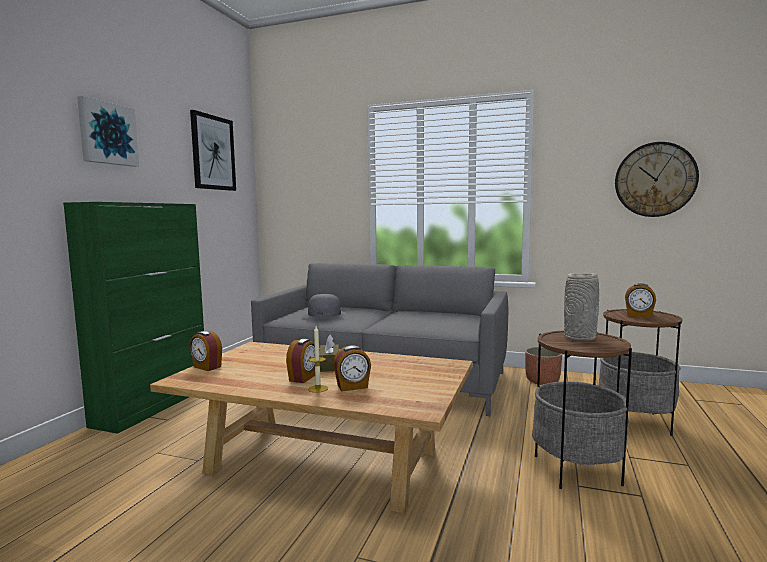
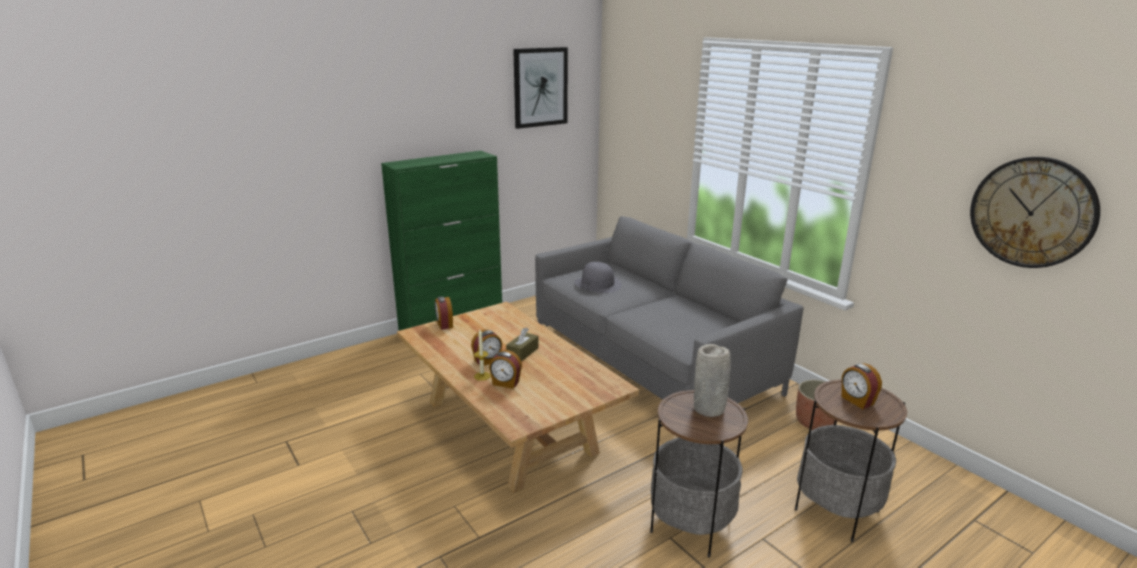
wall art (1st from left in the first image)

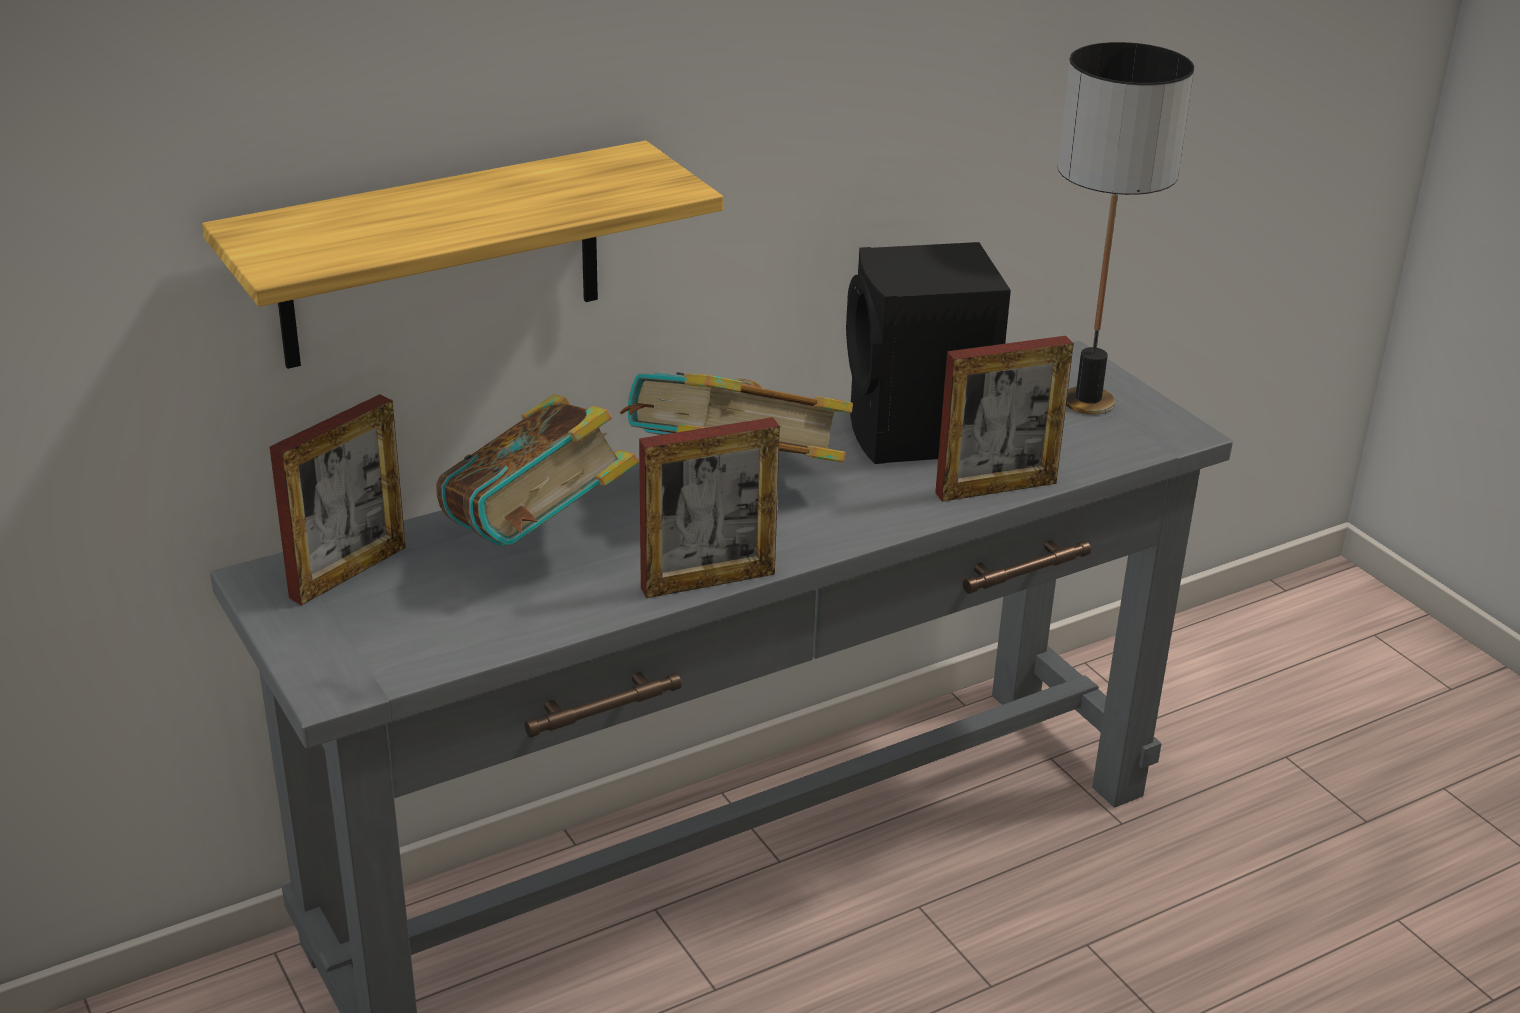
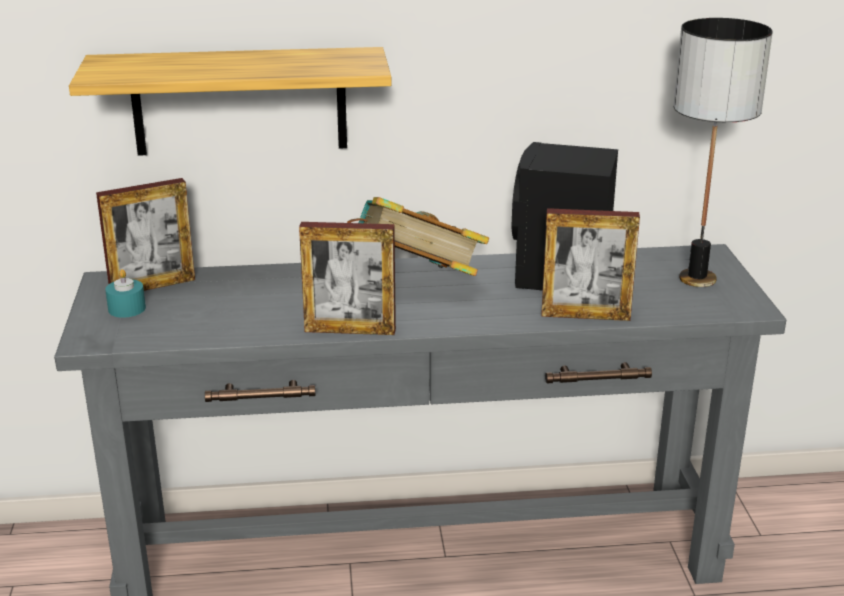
book (1st from left in the first image); turquoise-coloured candle

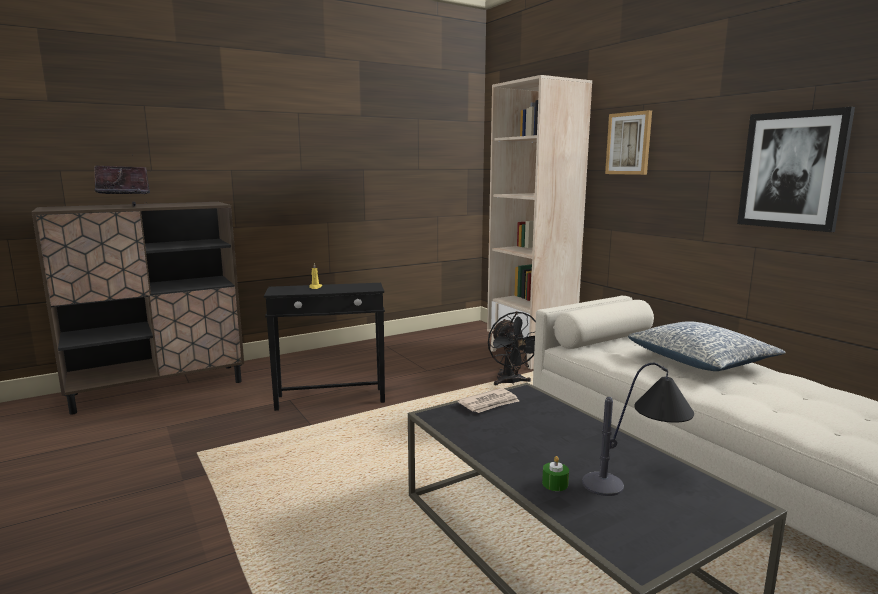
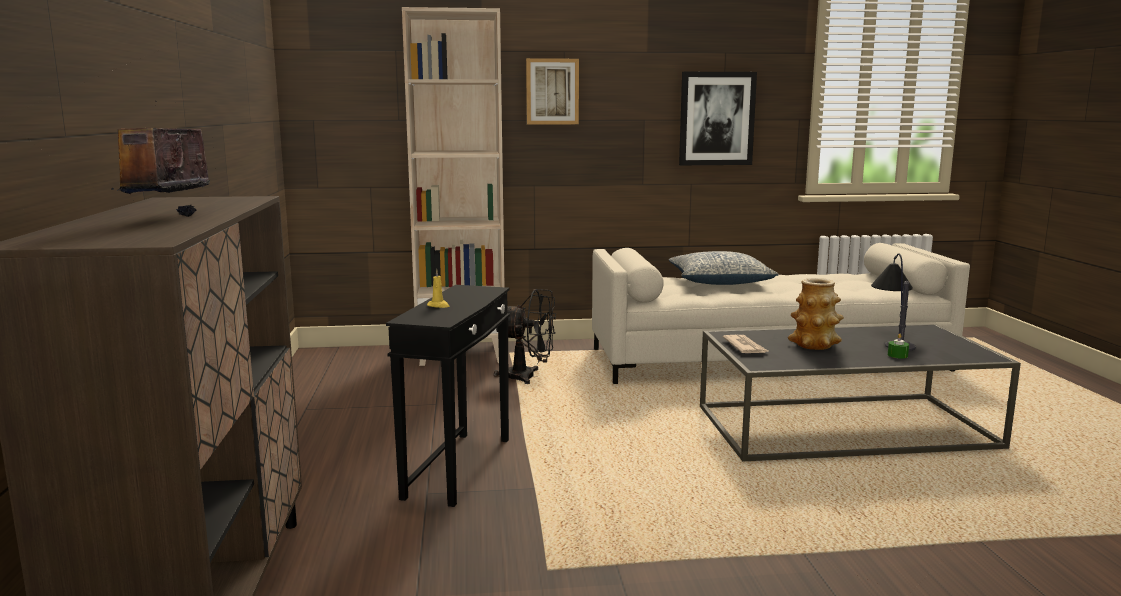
decorative vase

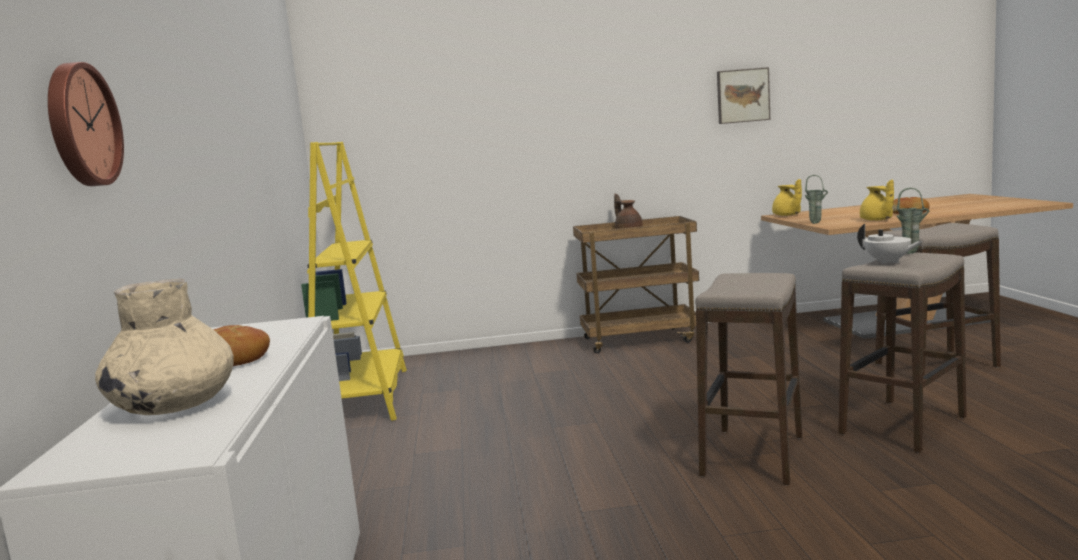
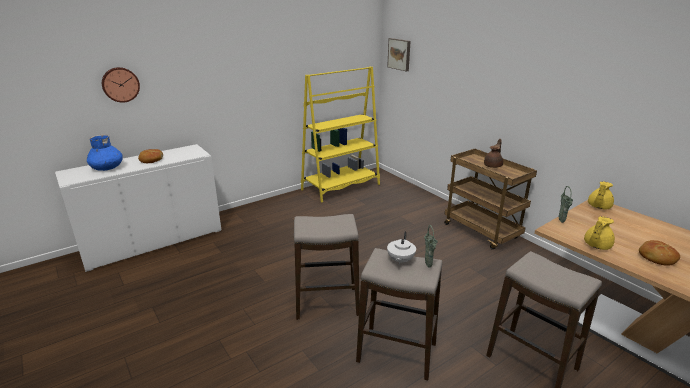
blue decorative vase; wall art

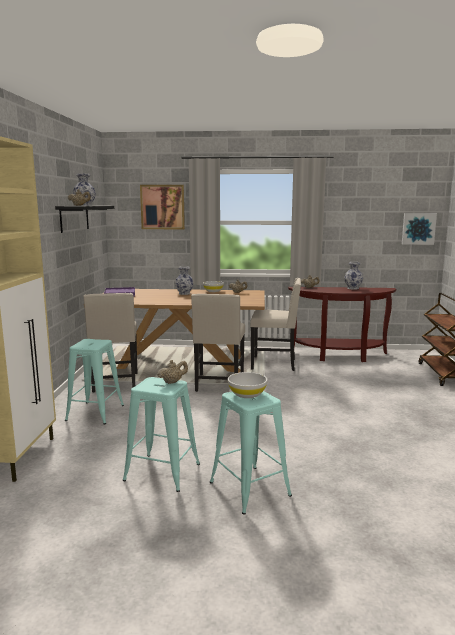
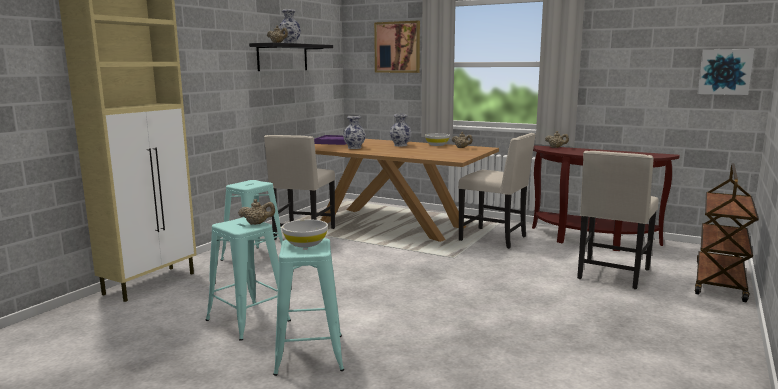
sand-coloured plain chair (3rd from left); decorative vase (2nd from left)

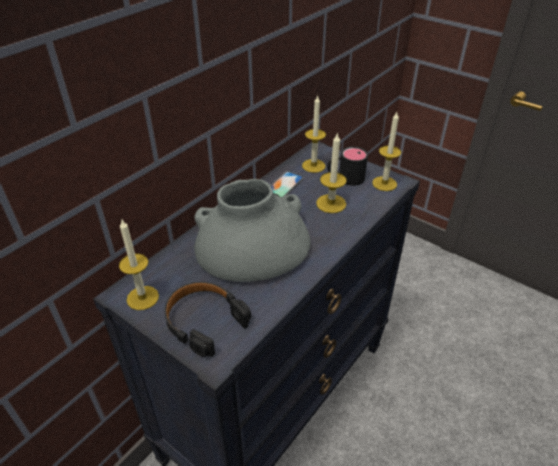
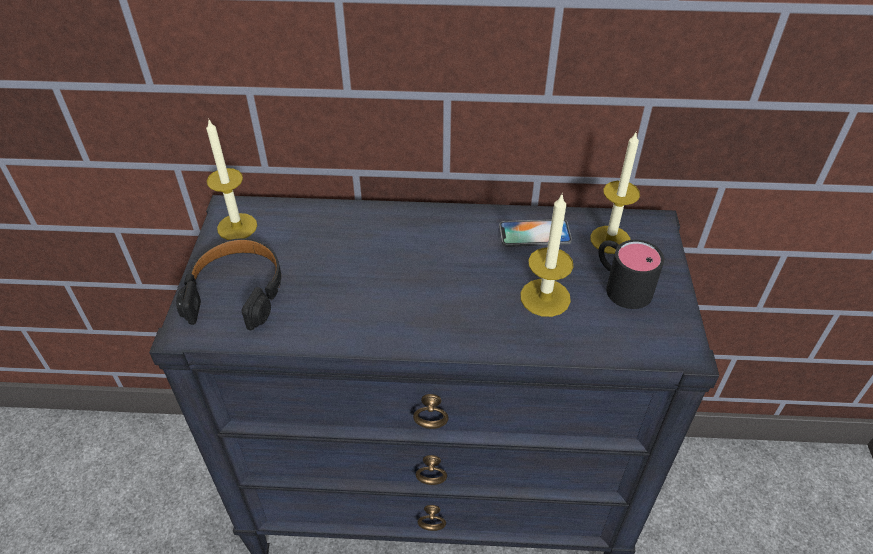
greyish decorative vase; candle (4th from left in the first image)

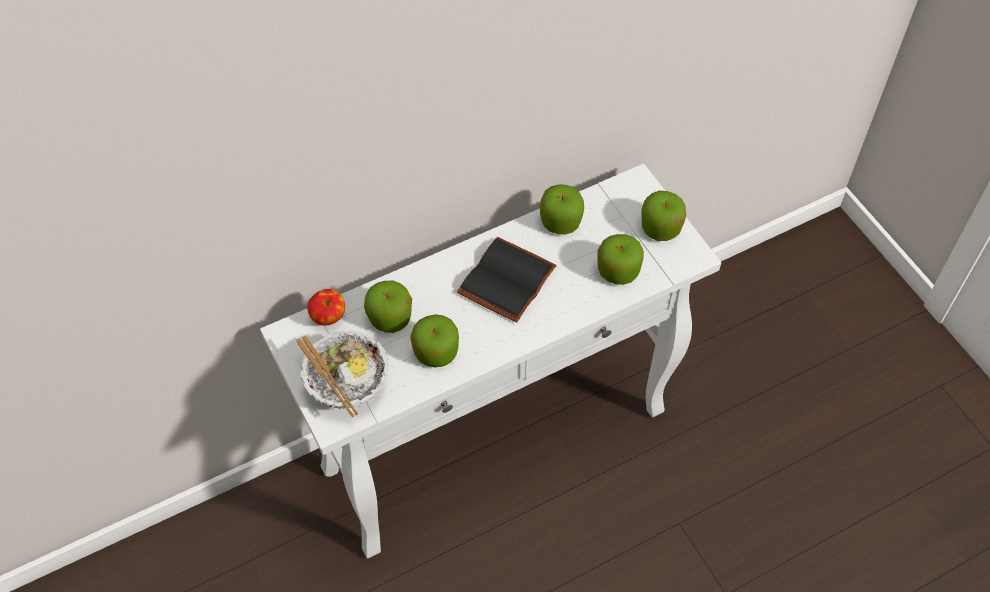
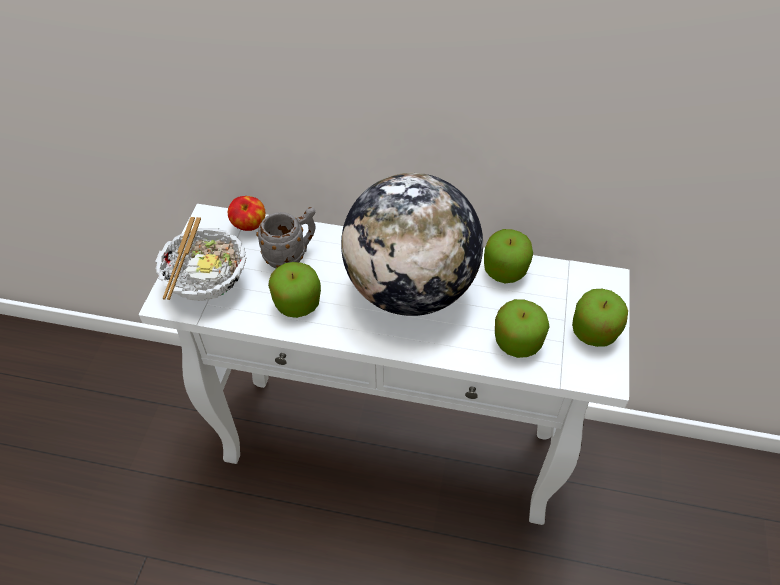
greyish coffee mug; world globe

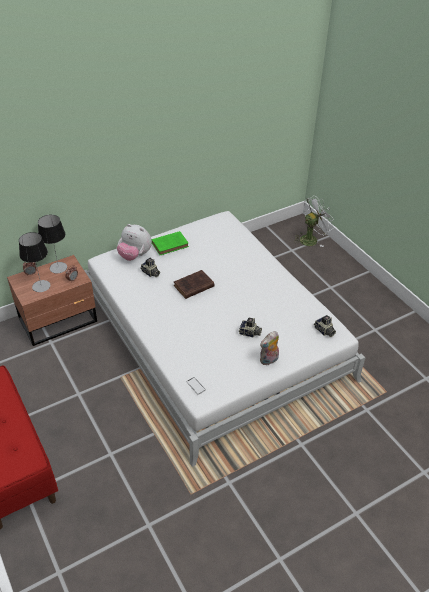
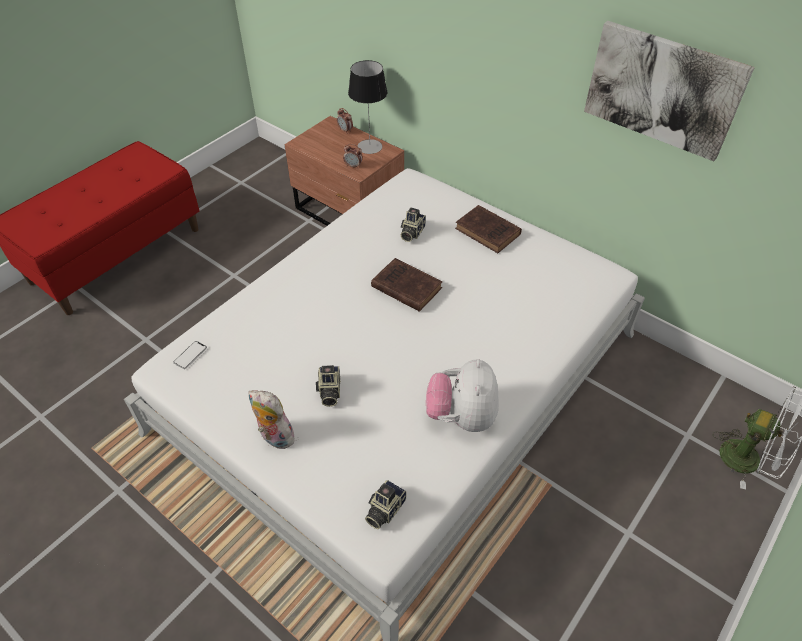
table lamp (1st from left in the first image); plush toy (2nd from left); brown book (2nd from left); wall art

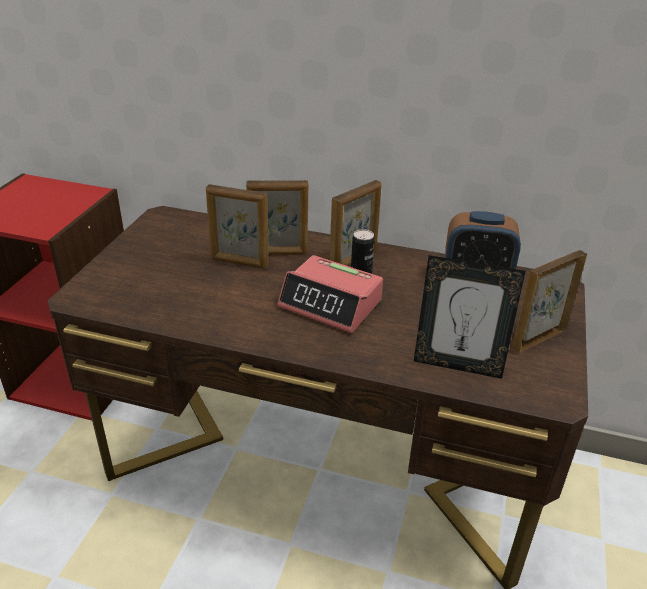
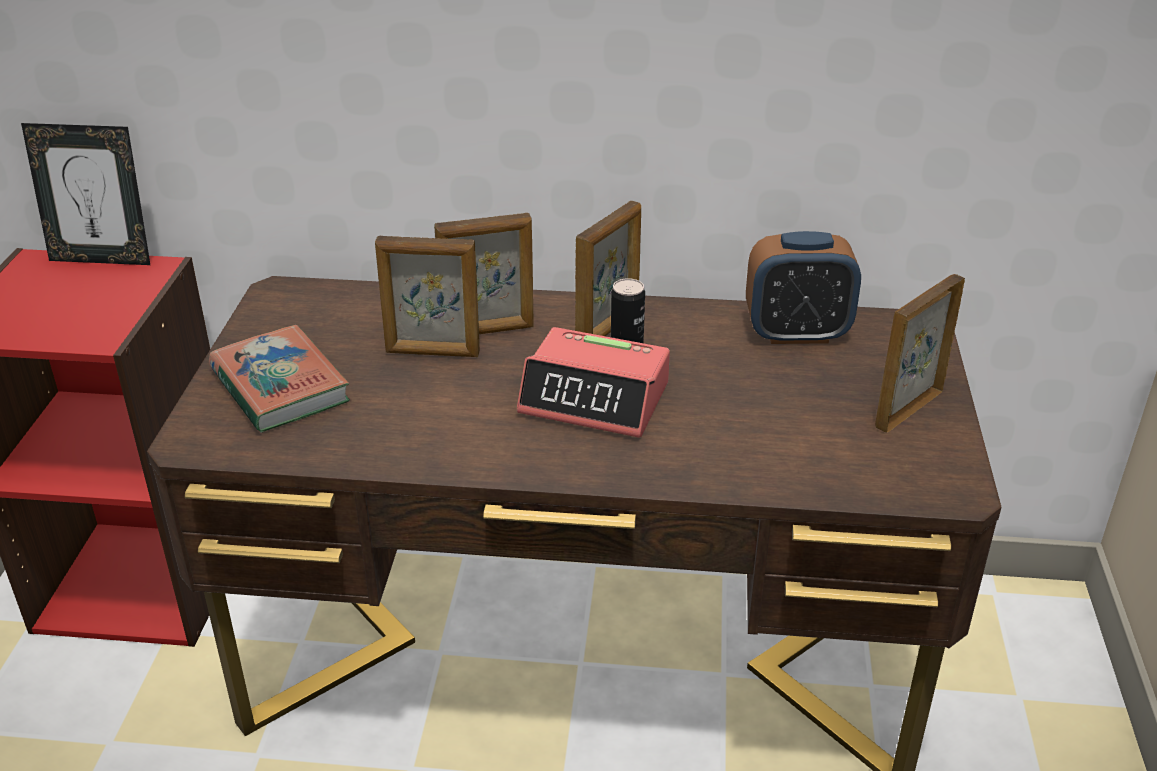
standing frame (1st from left); book

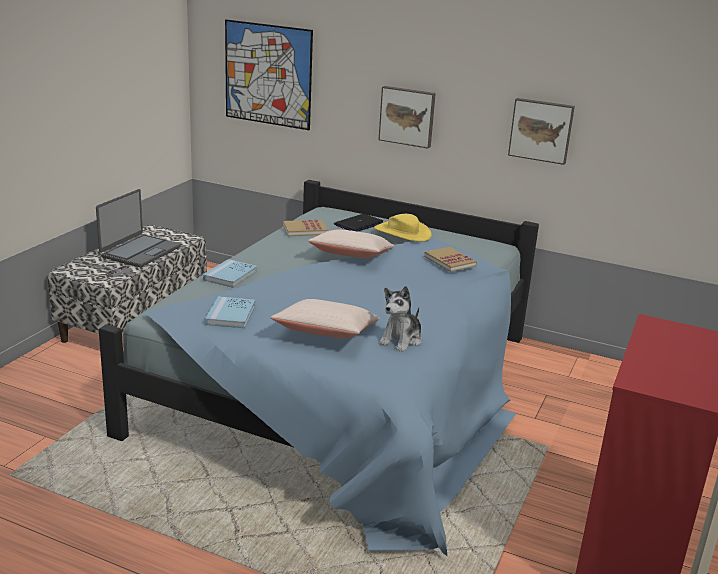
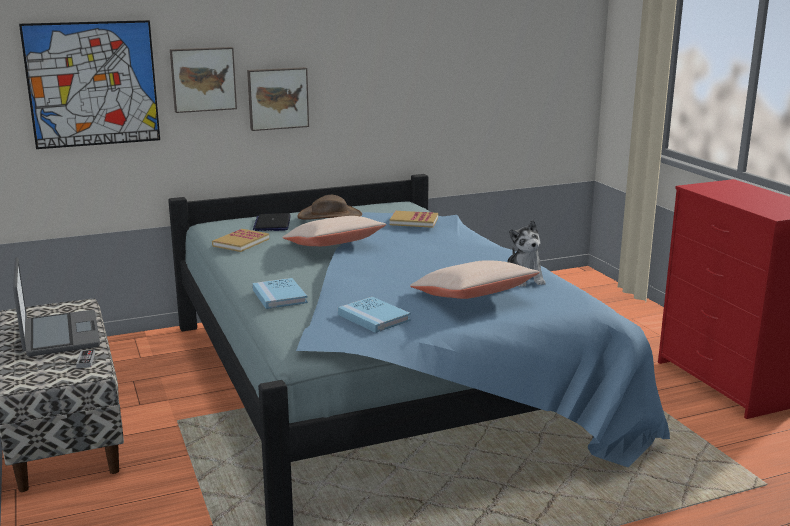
brown clothing hat; wall art (2nd from left)

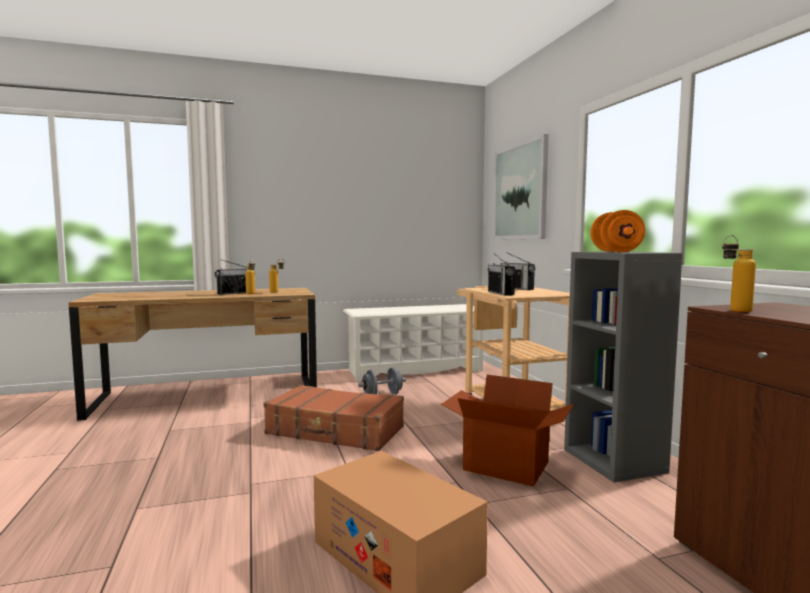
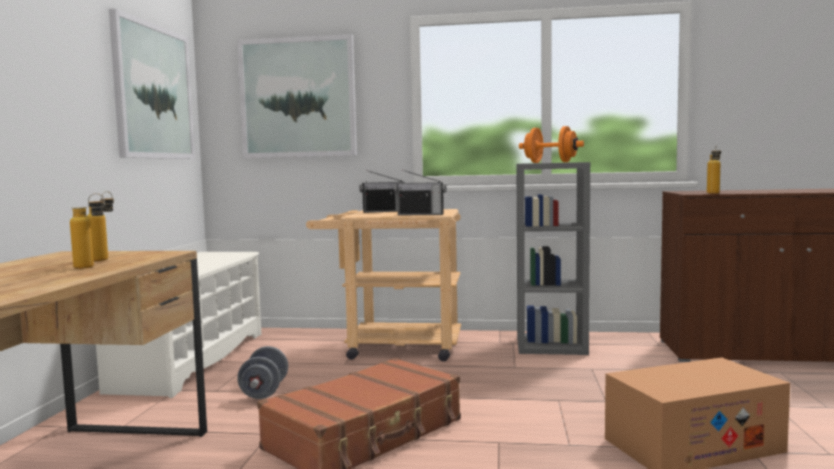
radio receiver (1st from left in the first image); carton (2nd from left in the first image); wall art (1st from left)

